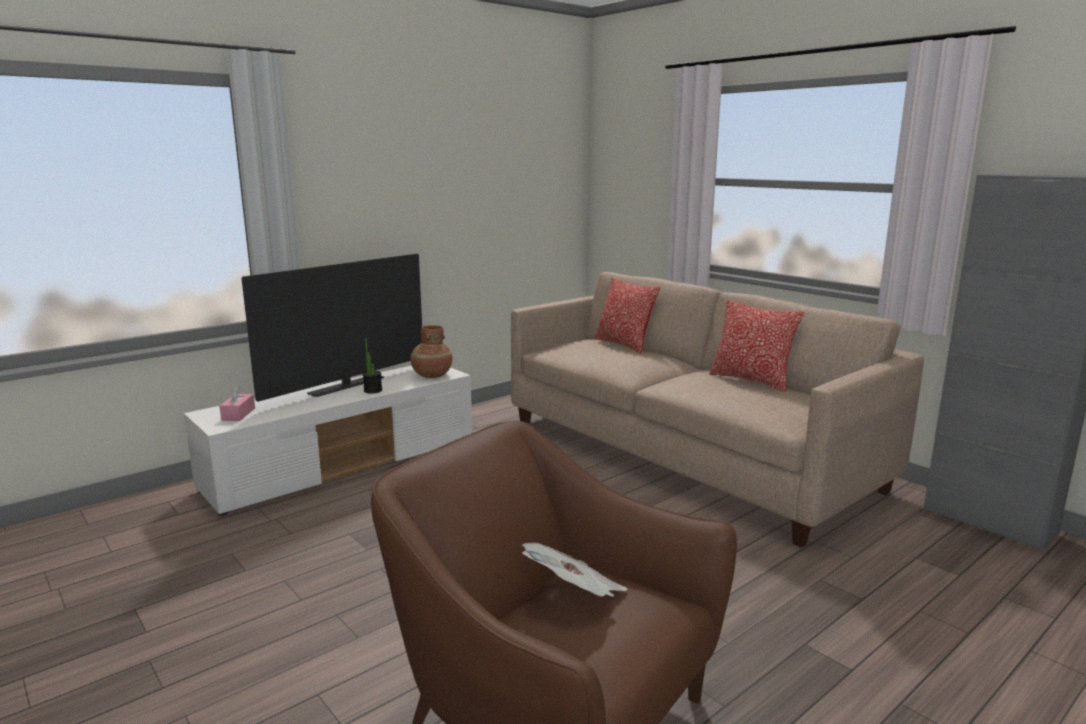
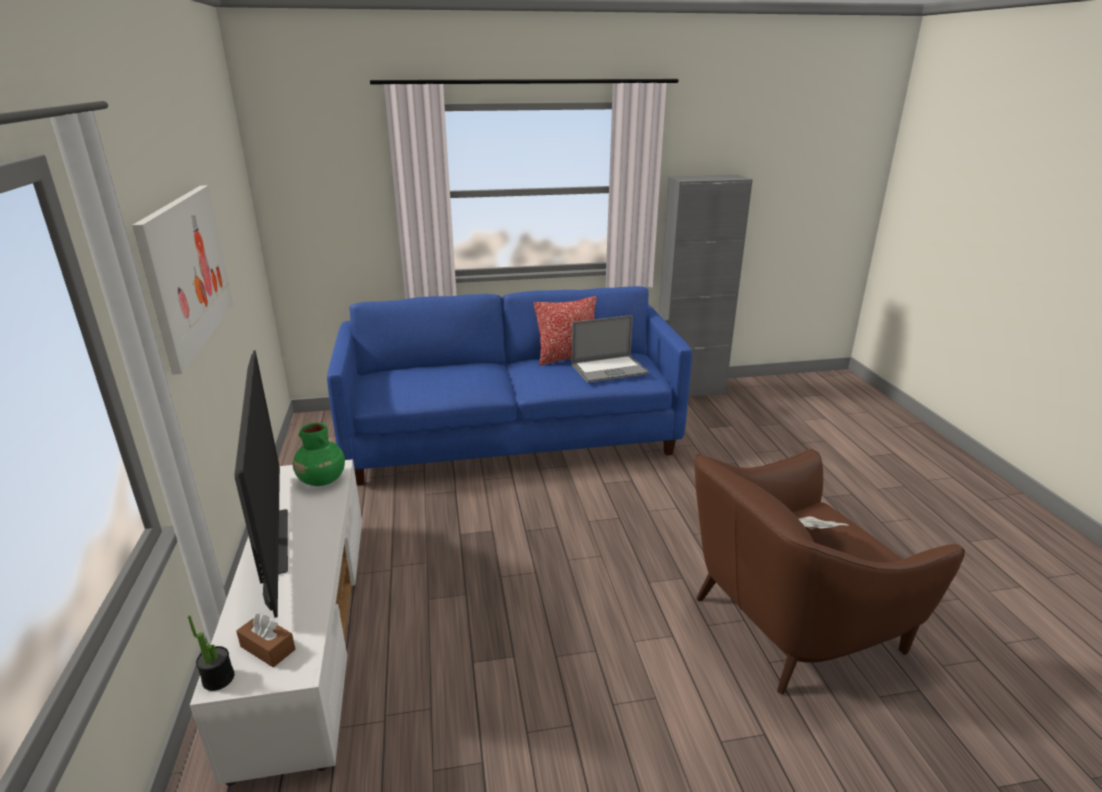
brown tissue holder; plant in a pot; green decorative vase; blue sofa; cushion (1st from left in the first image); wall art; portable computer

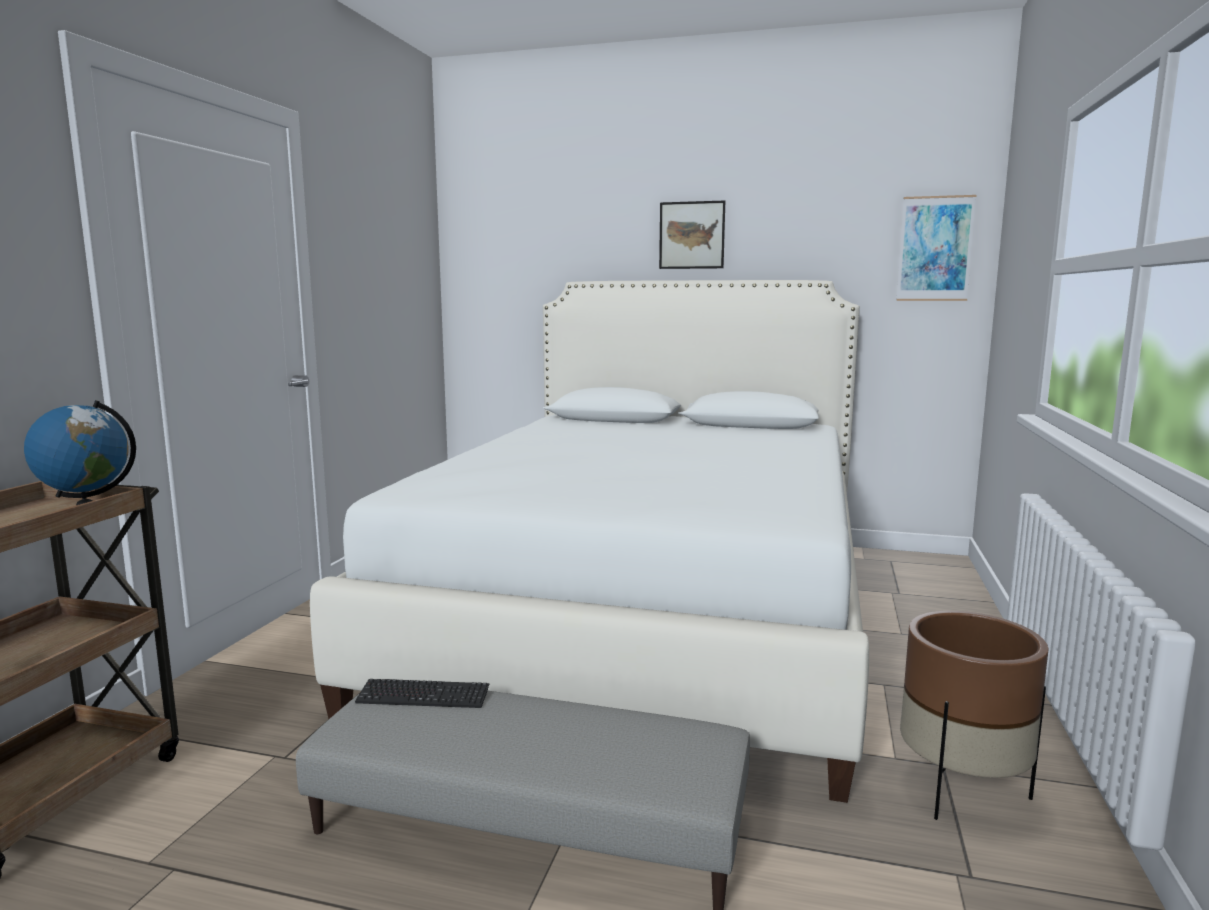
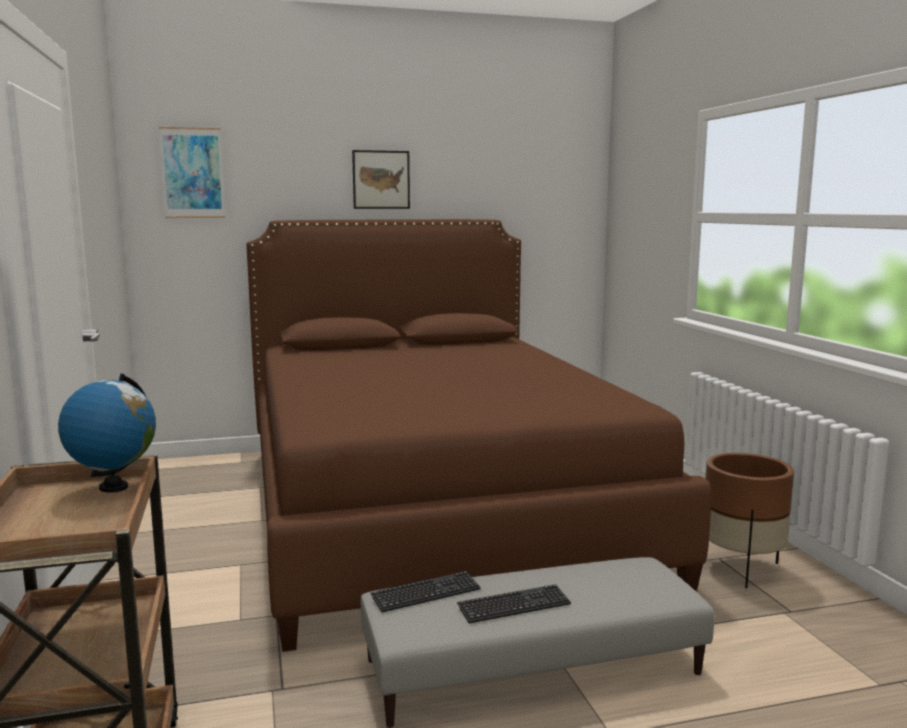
brown bedroom bed; wall art (1st from left); computer keyboard (2nd from left)

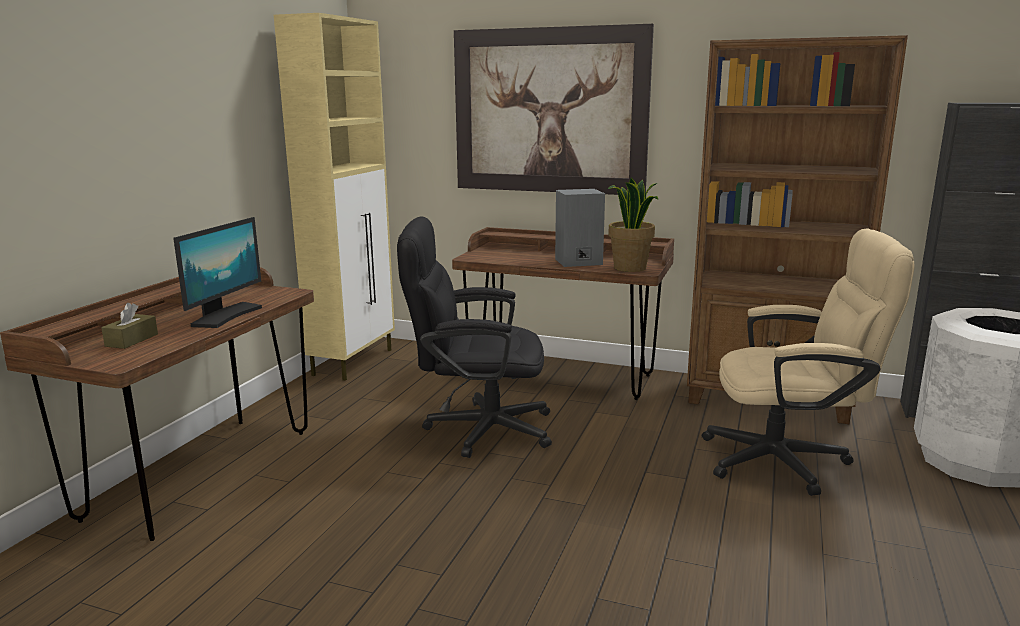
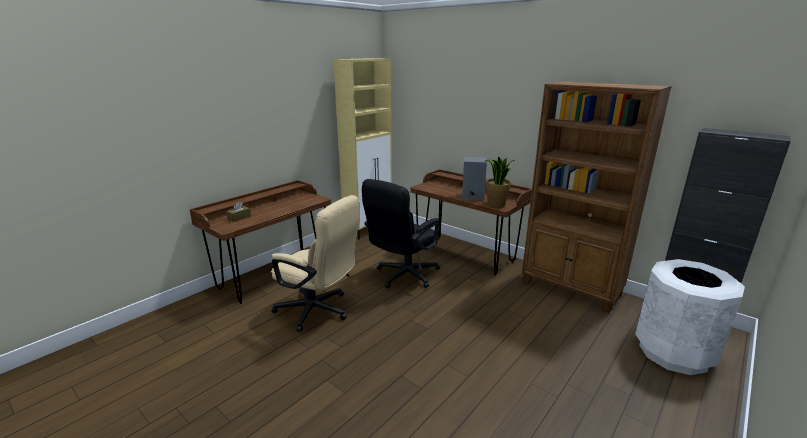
monitor; black computer chair; wall art; sand-coloured computer chair

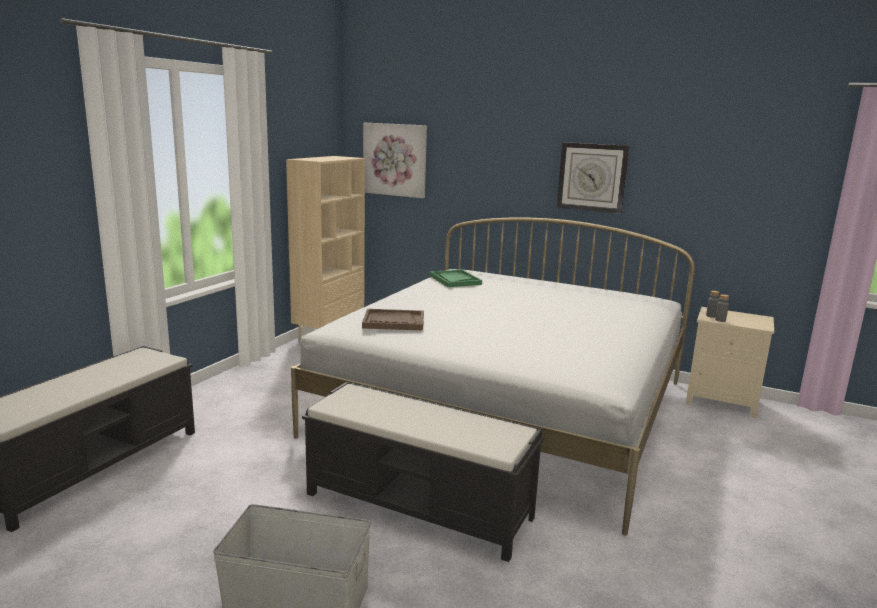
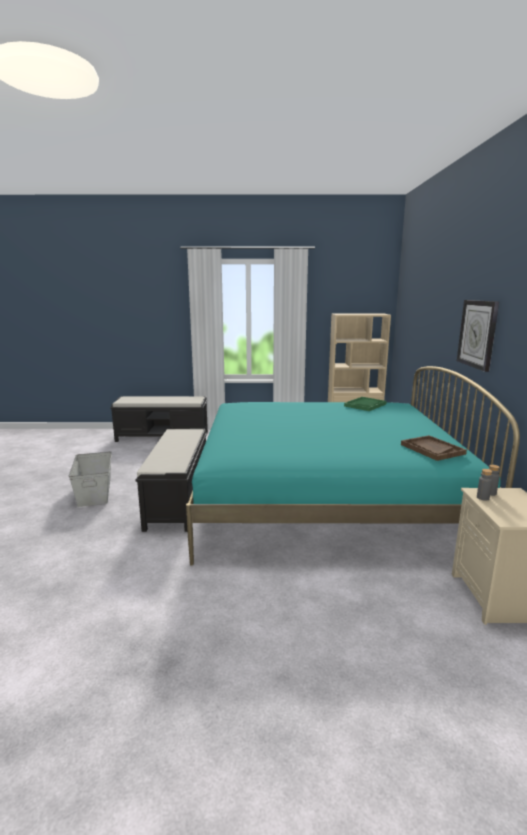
turquoise-coloured bedroom bed; brown serving tray; wall art

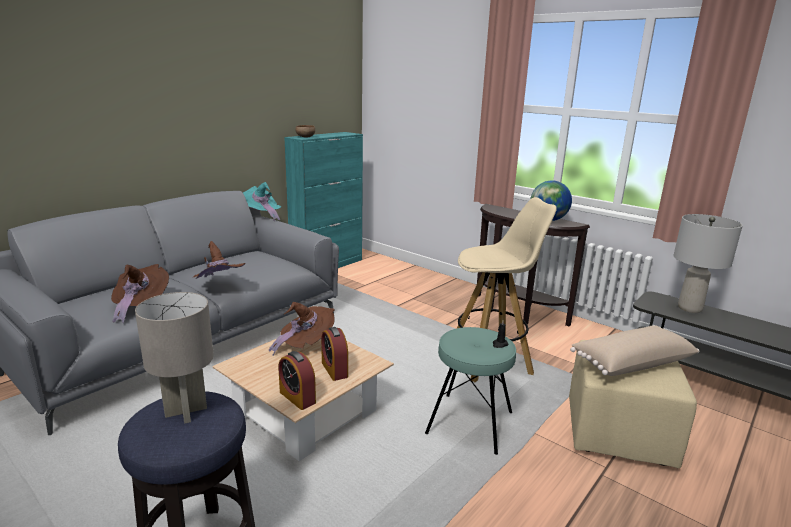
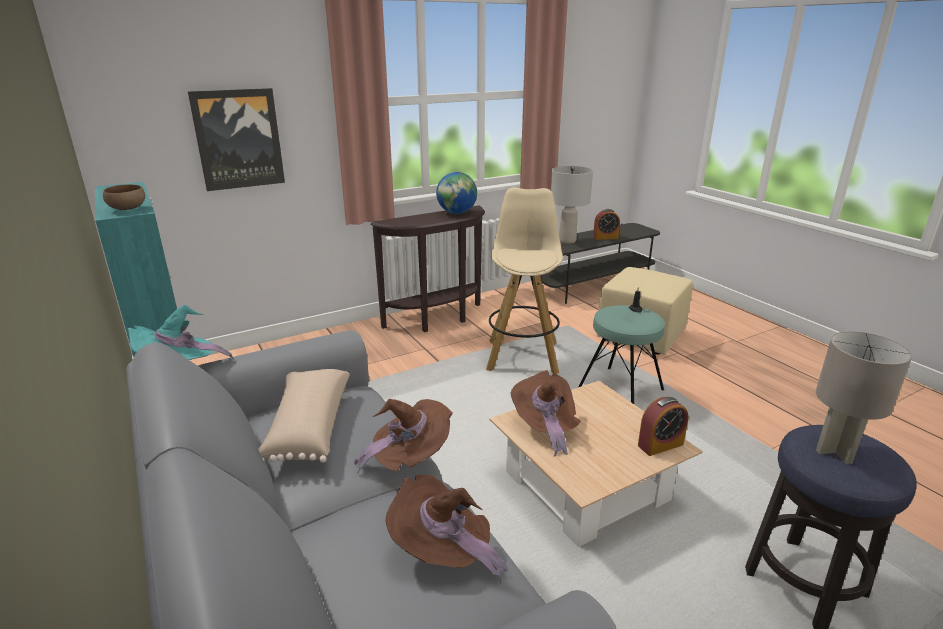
table clock (1st from left); sand-coloured cushion; wall art

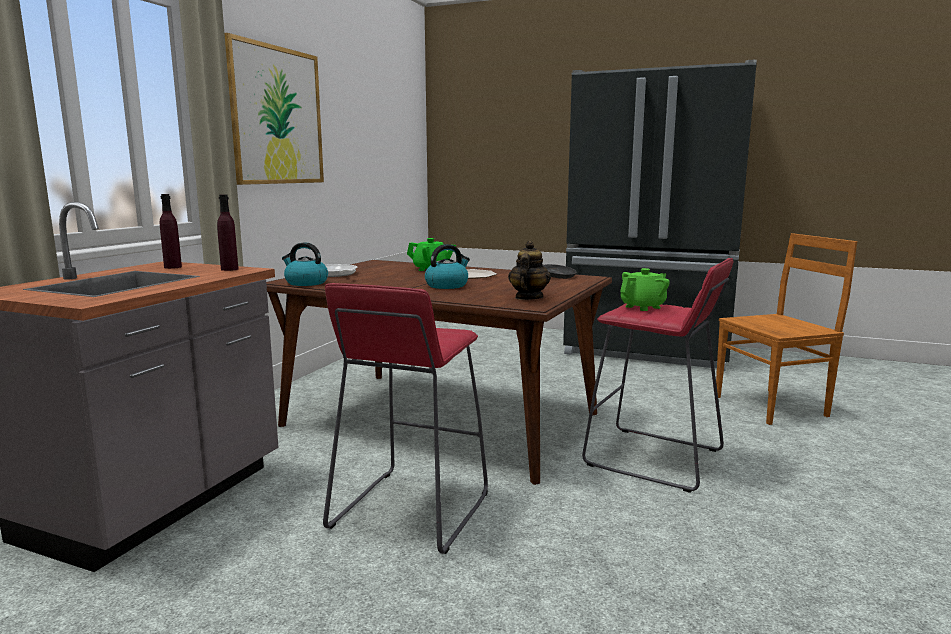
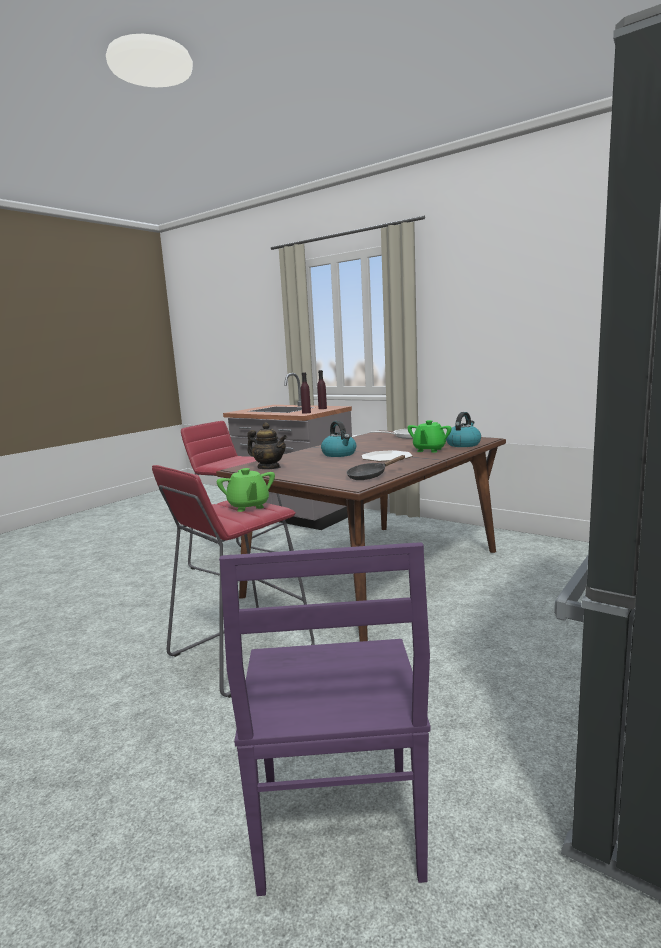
wall art; water kettle (2nd from left); purple plain chair

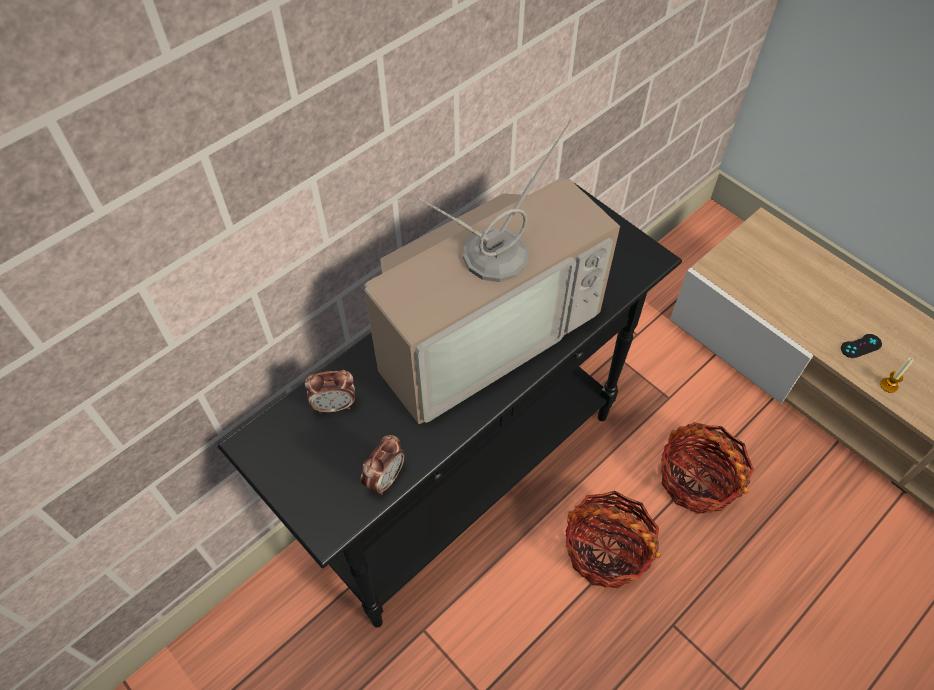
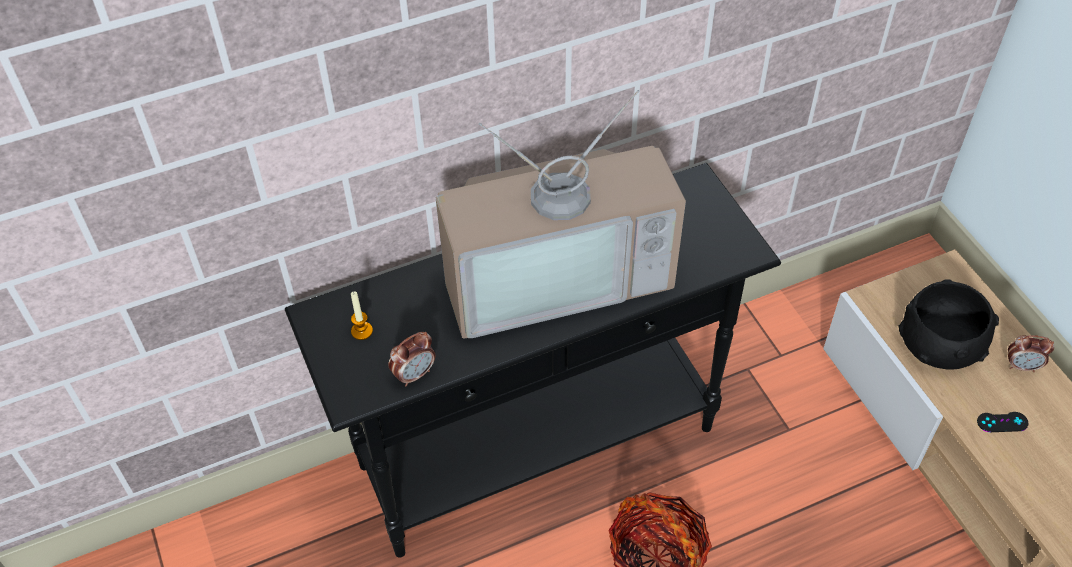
table clock (2nd from left); storage basket (2nd from left in the first image); candle; black bowl

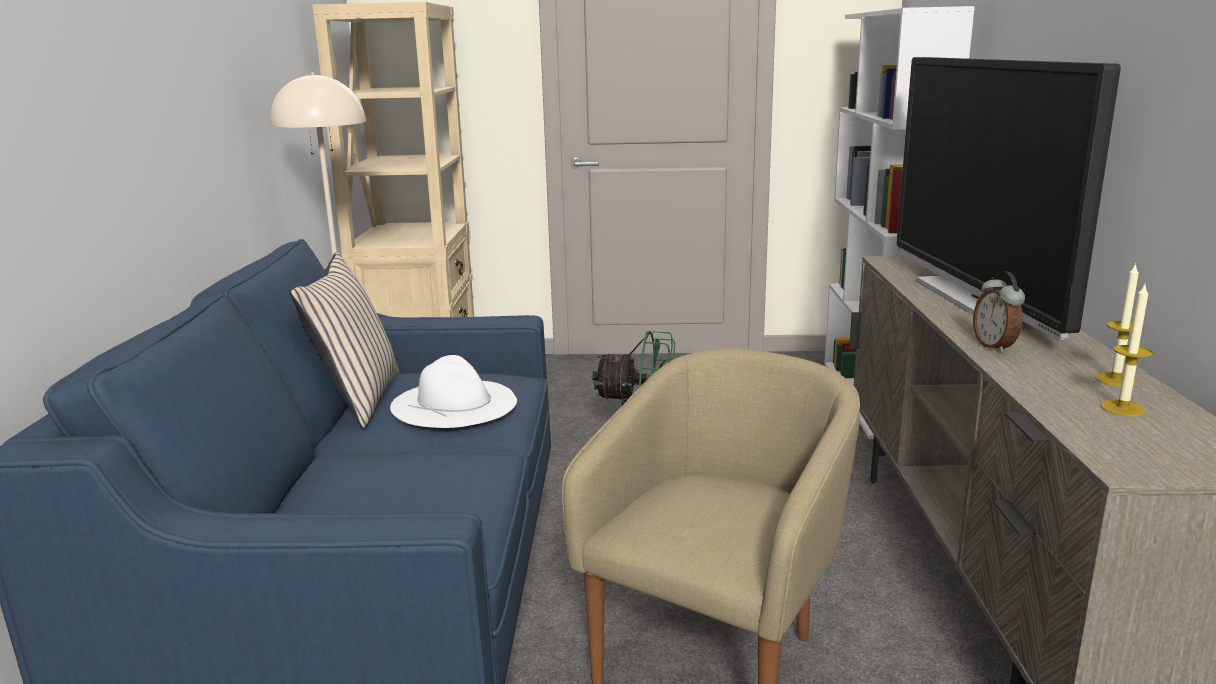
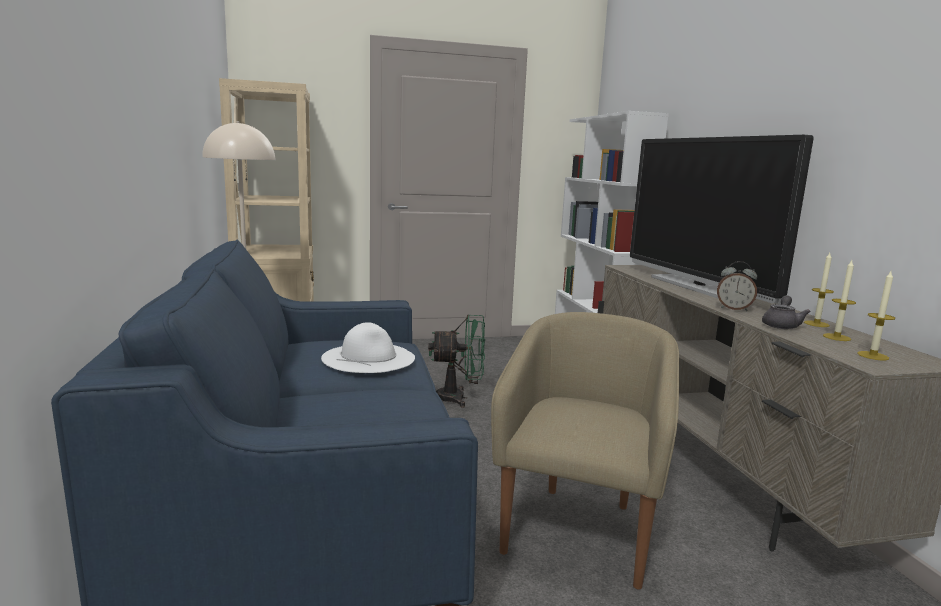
sand-coloured cushion; table clock; greyish tea pot; candle (3rd from left)

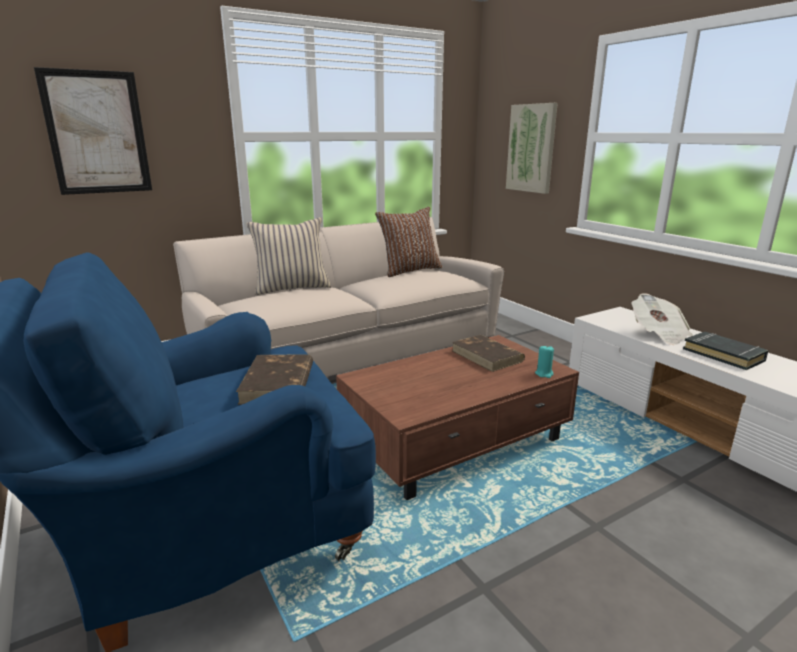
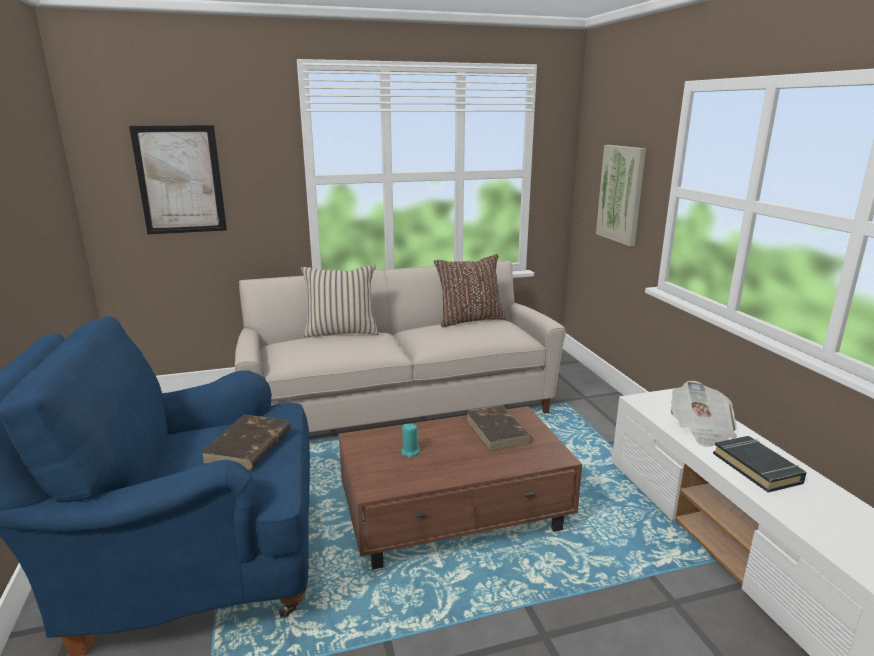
turquoise-coloured candle

